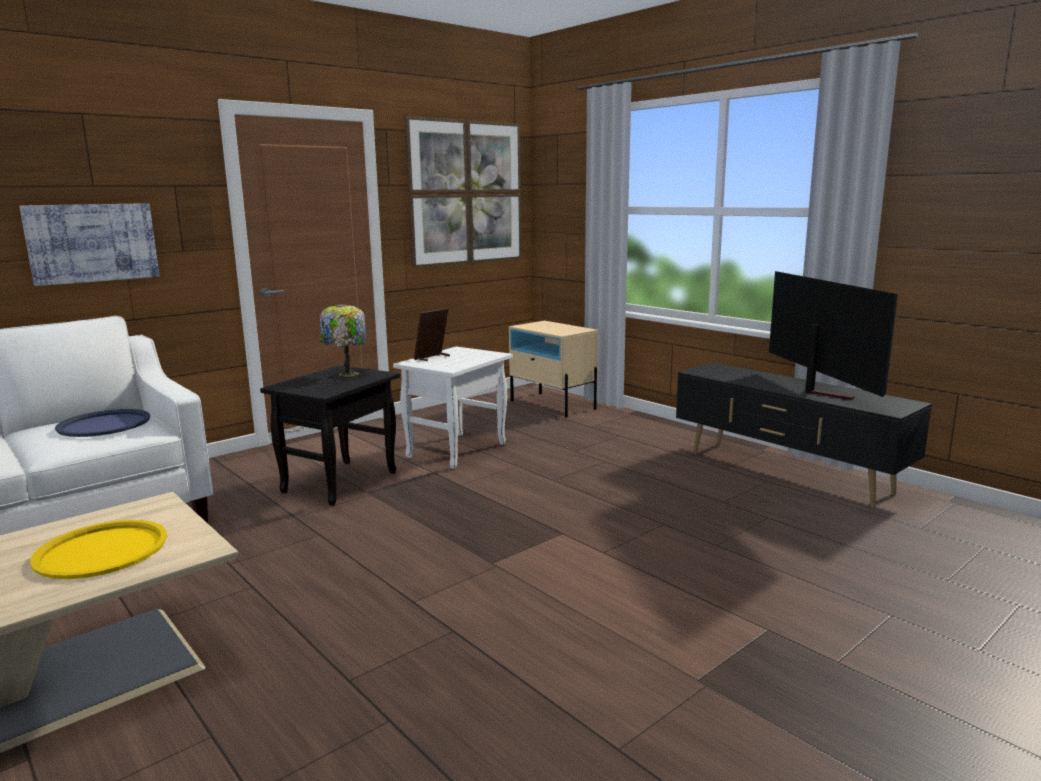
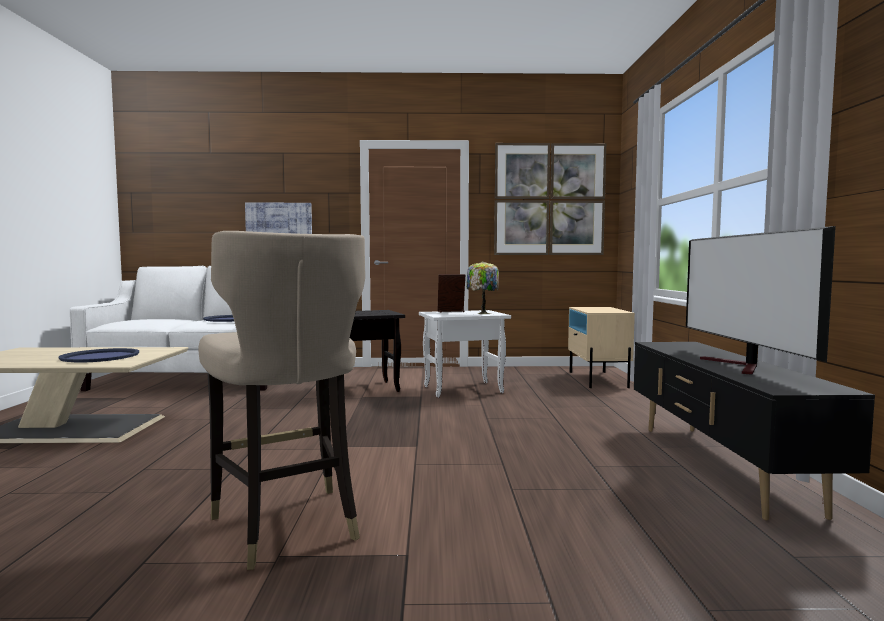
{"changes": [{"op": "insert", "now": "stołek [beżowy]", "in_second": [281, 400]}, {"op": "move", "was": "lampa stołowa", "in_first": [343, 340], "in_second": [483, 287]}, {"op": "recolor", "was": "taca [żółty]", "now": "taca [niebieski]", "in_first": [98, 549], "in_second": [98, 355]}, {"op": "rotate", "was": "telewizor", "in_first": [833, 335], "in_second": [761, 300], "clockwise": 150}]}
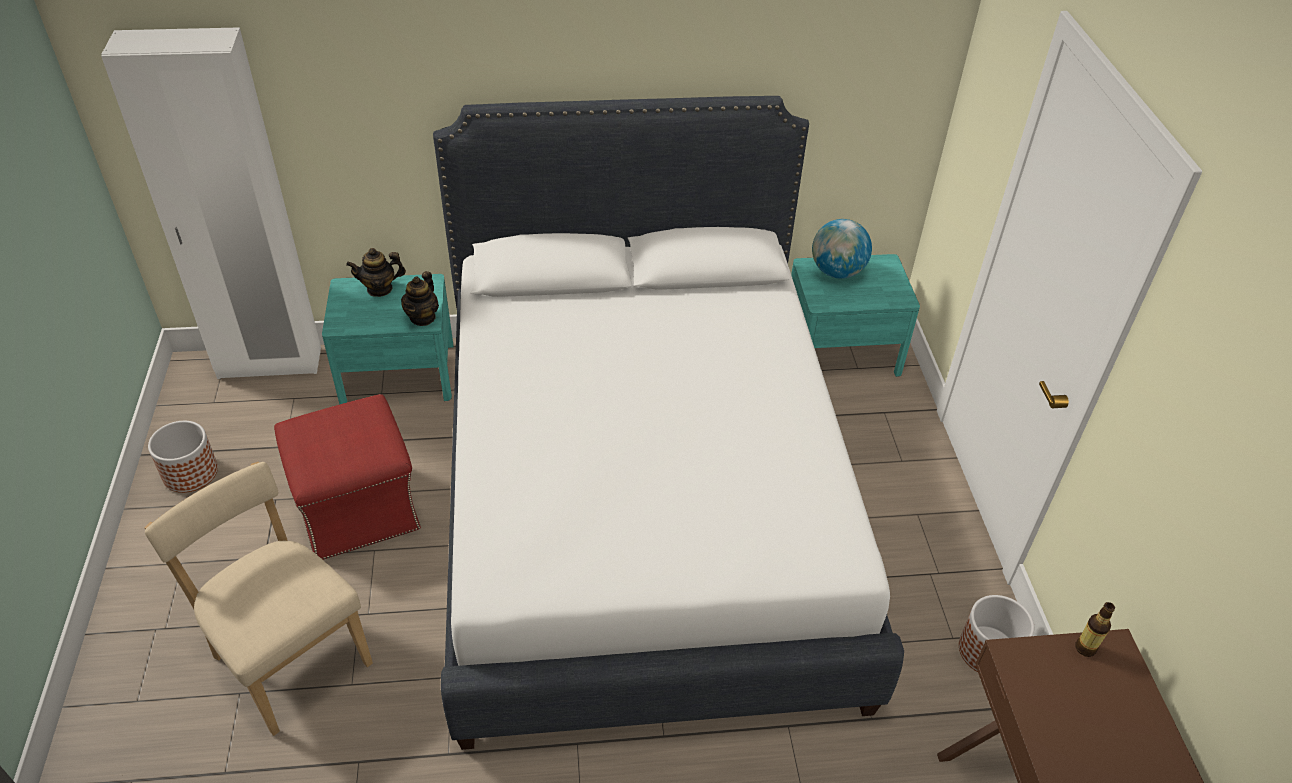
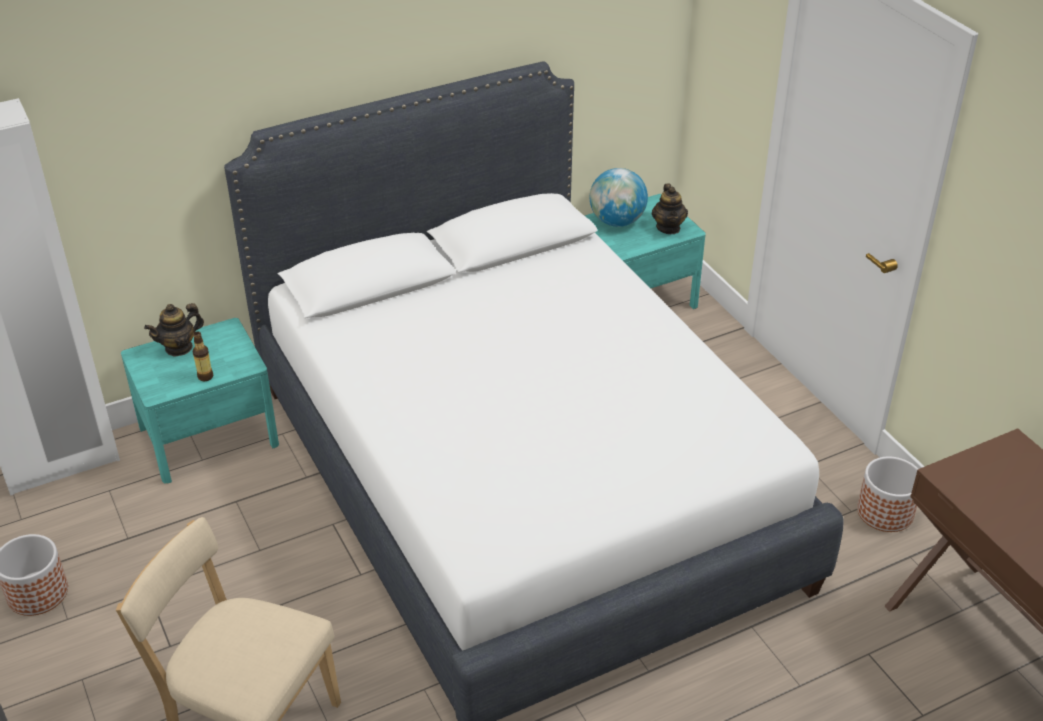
{"changes": [{"op": "delete", "was": "pufa [czerwony]", "in_first": [347, 477]}, {"op": "move", "was": "imbryk", "in_first": [420, 298], "in_second": [669, 209]}, {"op": "move", "was": "butelka", "in_first": [1095, 629], "in_second": [203, 356]}]}
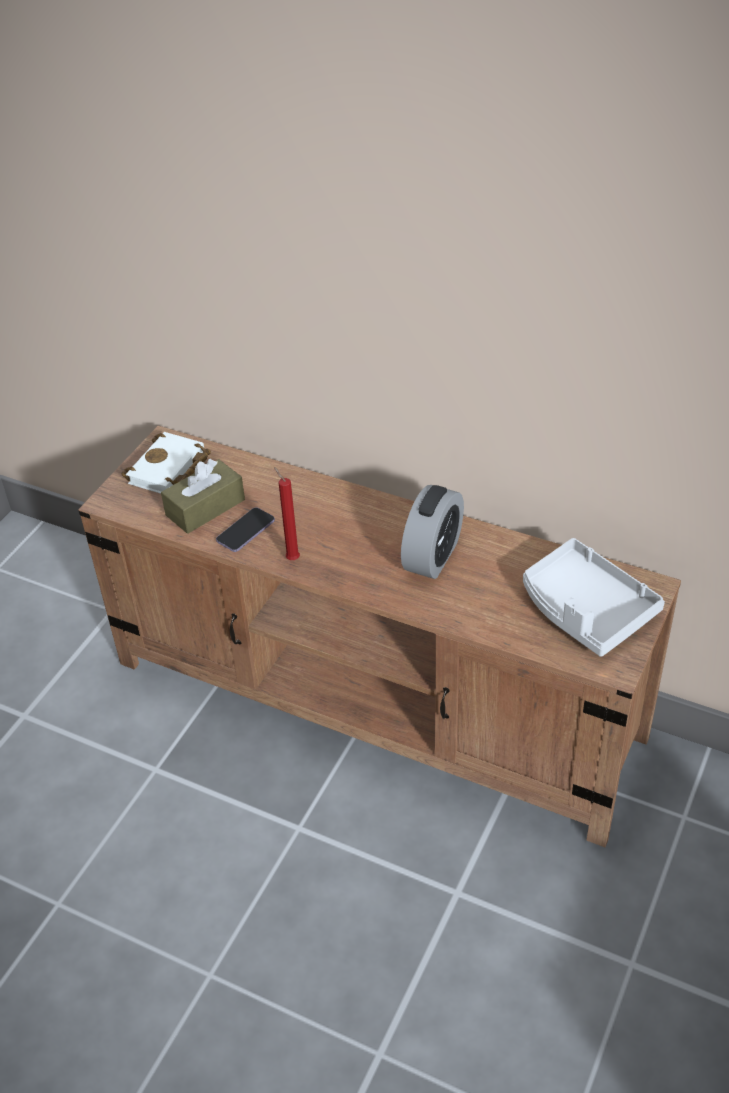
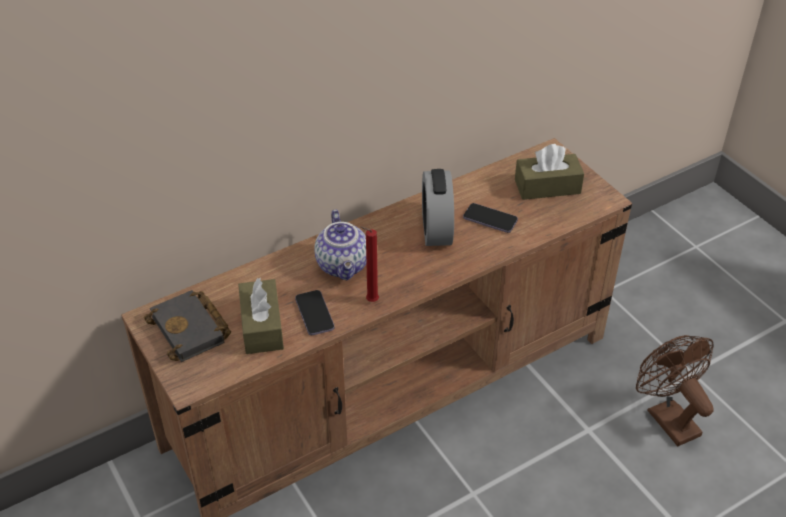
{"changes": [{"op": "insert", "now": "imbryk", "in_second": [340, 245]}, {"op": "insert", "now": "telefon", "in_second": [490, 218]}, {"op": "insert", "now": "wentylator [brązowy]", "in_second": [675, 390]}, {"op": "replace", "was": "taca [szary]", "now": "pudełko chusteczek [brązowy]", "in_first": [594, 597], "in_second": [549, 172]}, {"op": "recolor", "was": "książka [biały]", "now": "książka [czarny]", "in_first": [166, 463], "in_second": [187, 326]}, {"op": "rotate", "was": "budzik", "in_first": [432, 532], "in_second": [438, 207], "clockwise": -150}]}
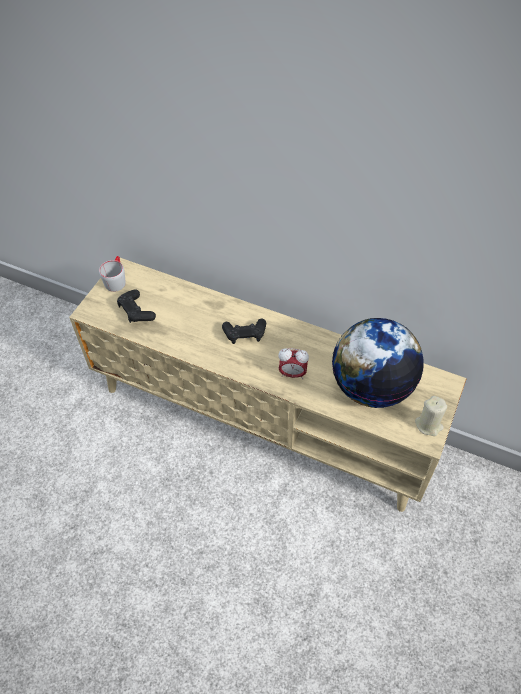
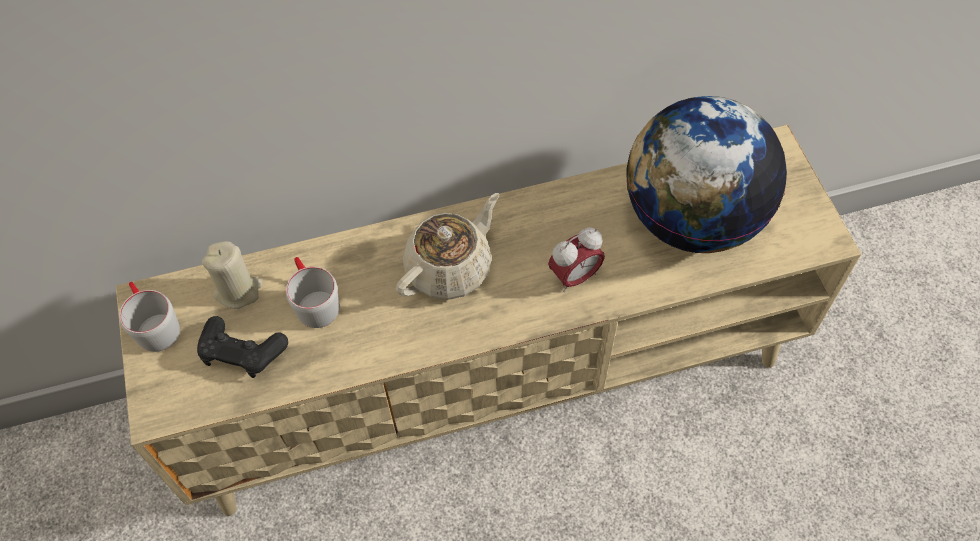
{"changes": [{"op": "insert", "now": "kubek [szary]", "in_second": [312, 292]}, {"op": "move", "was": "świeca [beżowy]", "in_first": [431, 416], "in_second": [232, 275]}, {"op": "replace", "was": "pad do gier [czarny]", "now": "imbryk [beżowy]", "in_first": [244, 331], "in_second": [447, 246]}]}
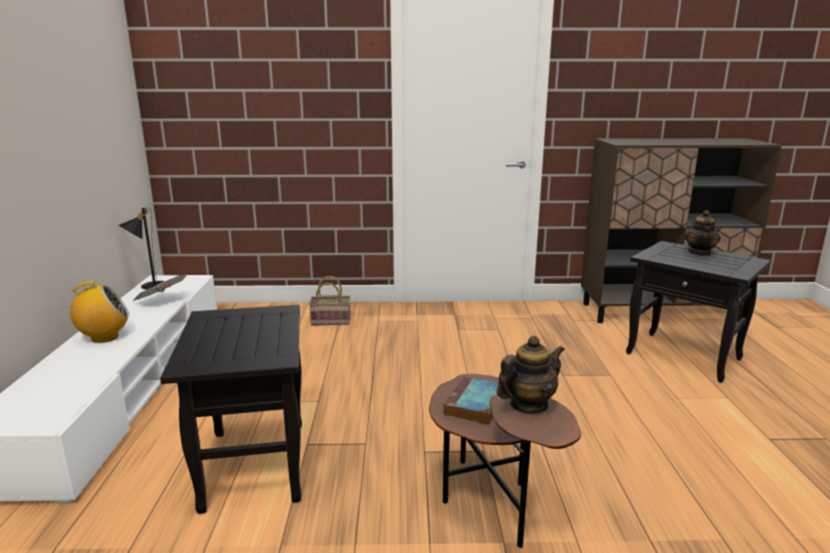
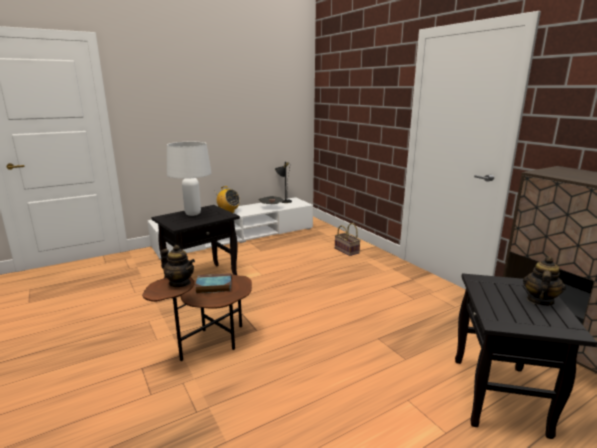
{"changes": [{"op": "insert", "now": "lampa stołowa [biały]", "in_second": [189, 179]}, {"op": "rotate", "was": "imbryk", "in_first": [702, 233], "in_second": [544, 281], "clockwise": 135}]}
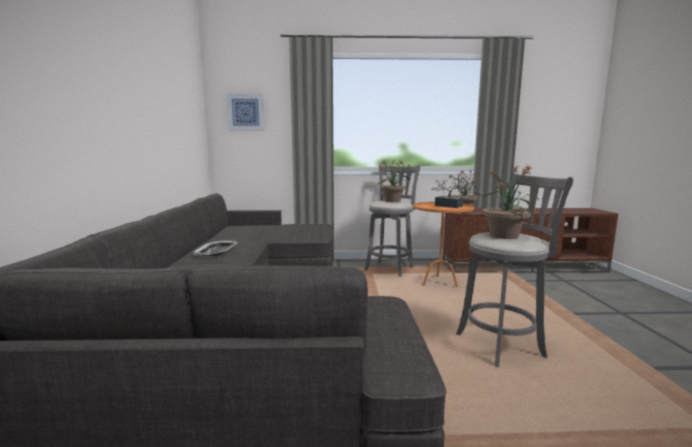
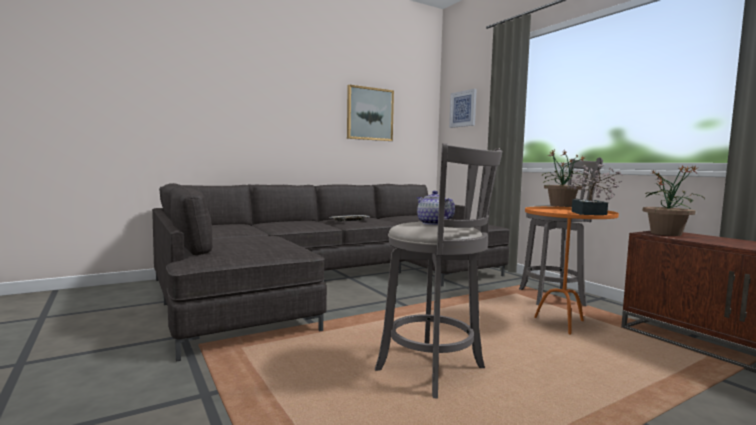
{"changes": [{"op": "insert", "now": "obraz", "in_second": [370, 113]}, {"op": "replace", "was": "roślina doniczkowa", "now": "imbryk", "in_first": [510, 202], "in_second": [435, 208]}]}
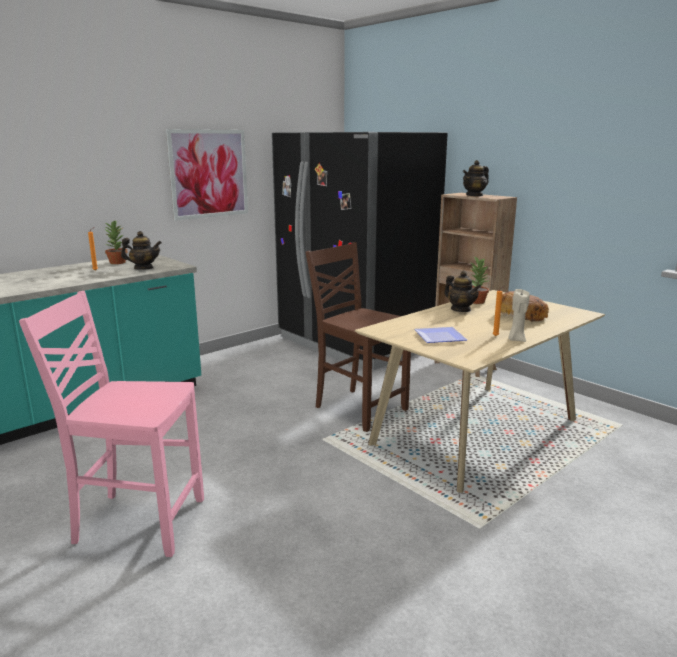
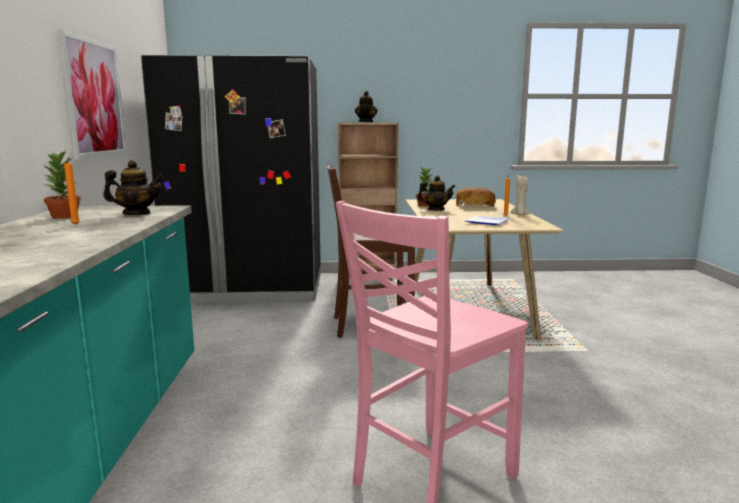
{"changes": [{"op": "rotate", "was": "imbryk", "in_first": [141, 250], "in_second": [133, 187], "clockwise": 45}]}
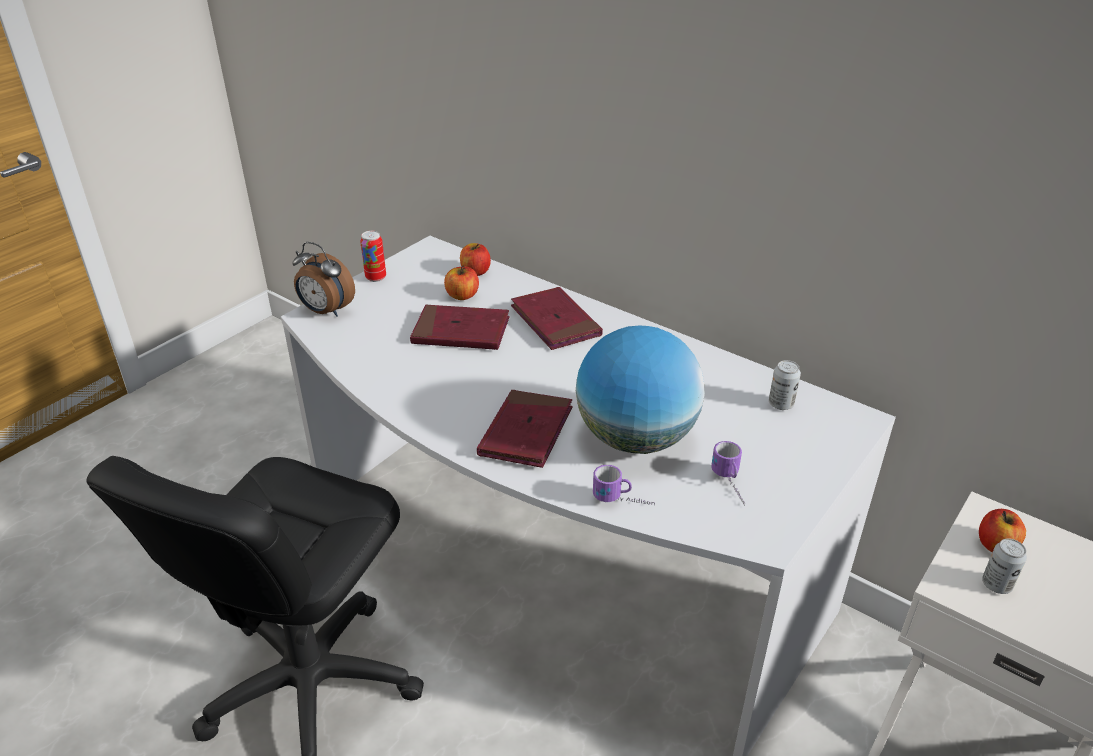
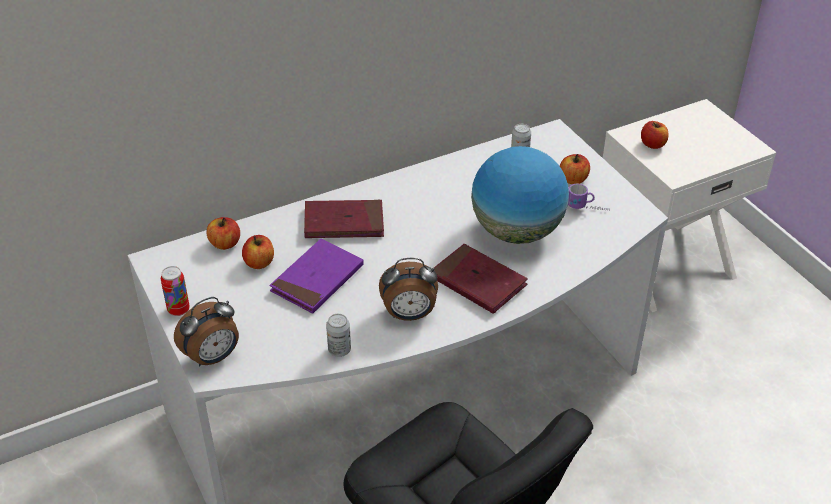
{"changes": [{"op": "delete", "was": "kubek", "in_first": [624, 485]}, {"op": "insert", "now": "budzik", "in_second": [408, 289]}, {"op": "insert", "now": "jabłko", "in_second": [575, 169]}, {"op": "move", "was": "puszka", "in_first": [1004, 566], "in_second": [338, 335]}, {"op": "recolor", "was": "książka [czerwony]", "now": "książka [fioletowy]", "in_first": [460, 327], "in_second": [316, 276]}]}
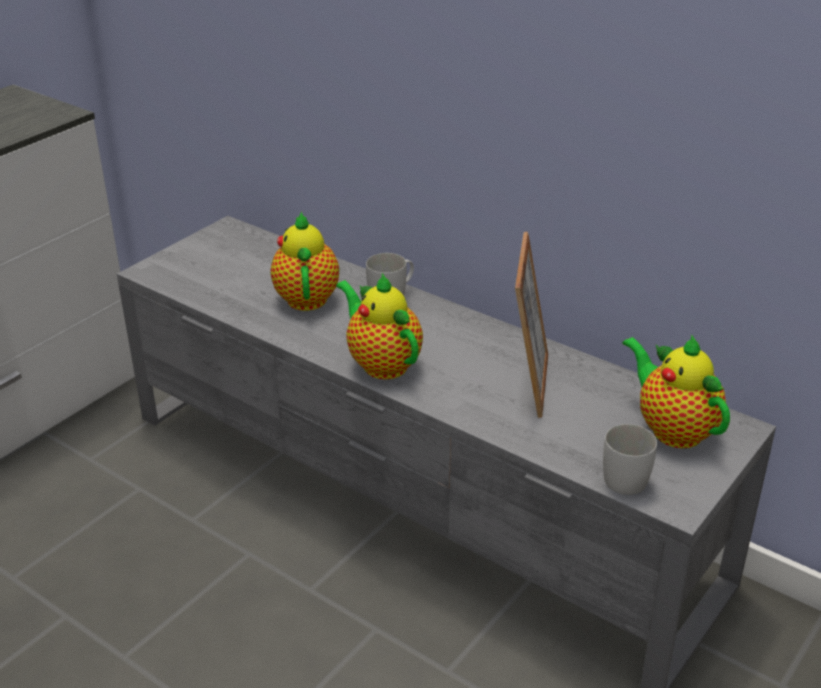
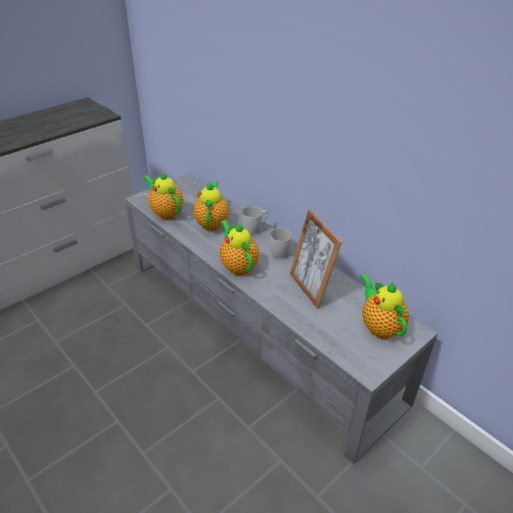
{"changes": [{"op": "insert", "now": "imbryk", "in_second": [163, 195]}, {"op": "move", "was": "kubek [biały]", "in_first": [630, 459], "in_second": [281, 243]}, {"op": "rotate", "was": "ramka na zdjęcie", "in_first": [531, 325], "in_second": [316, 259], "clockwise": 135}]}
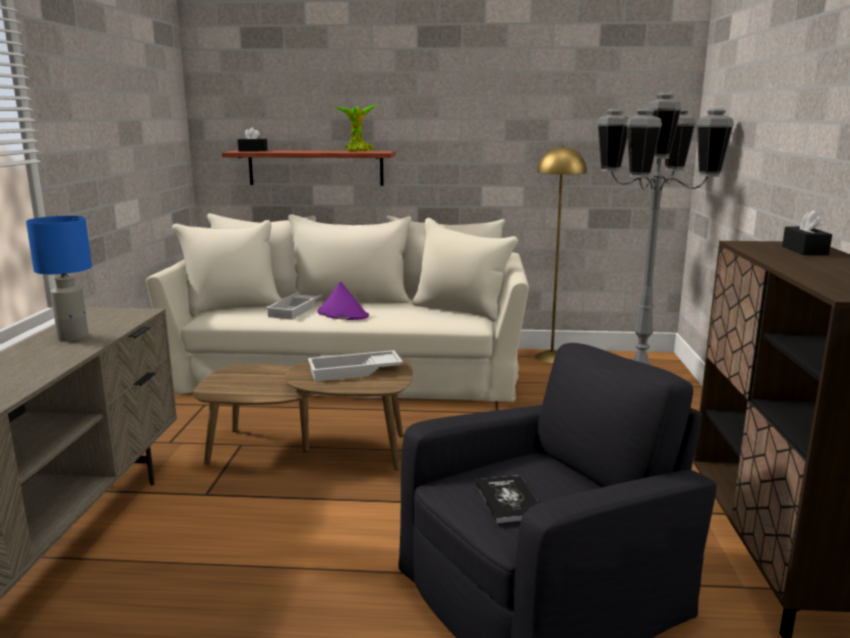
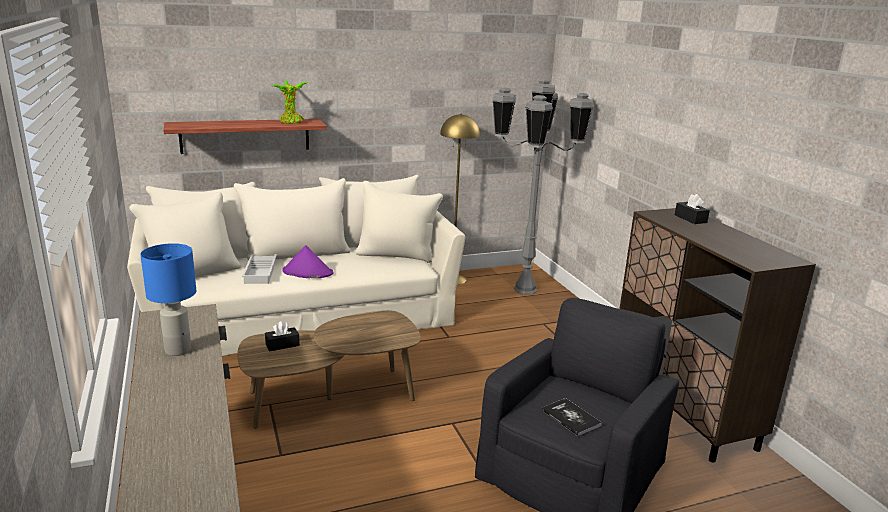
{"changes": [{"op": "delete", "was": "taca [biały]", "in_first": [355, 366]}, {"op": "move", "was": "pudełko chusteczek [czarny]", "in_first": [253, 139], "in_second": [282, 336]}]}
